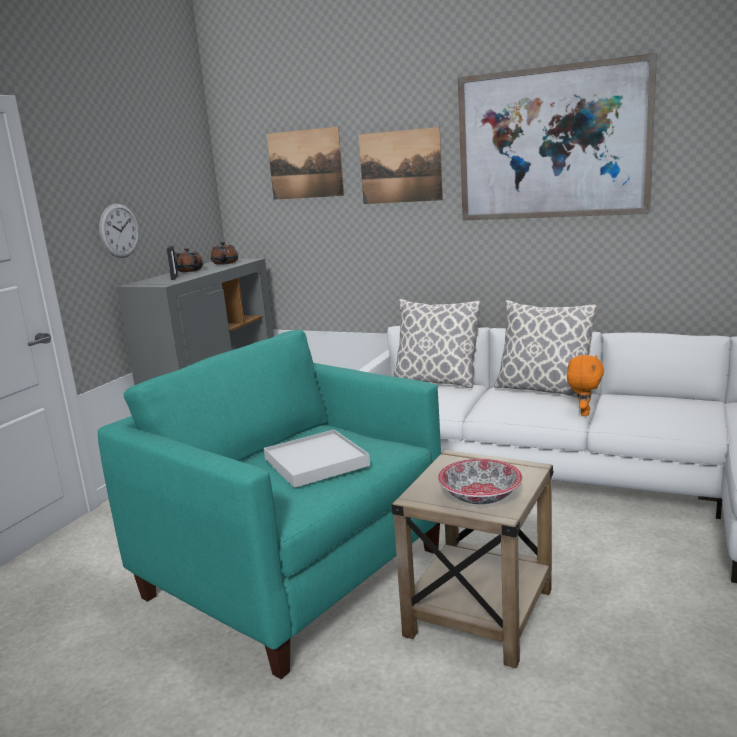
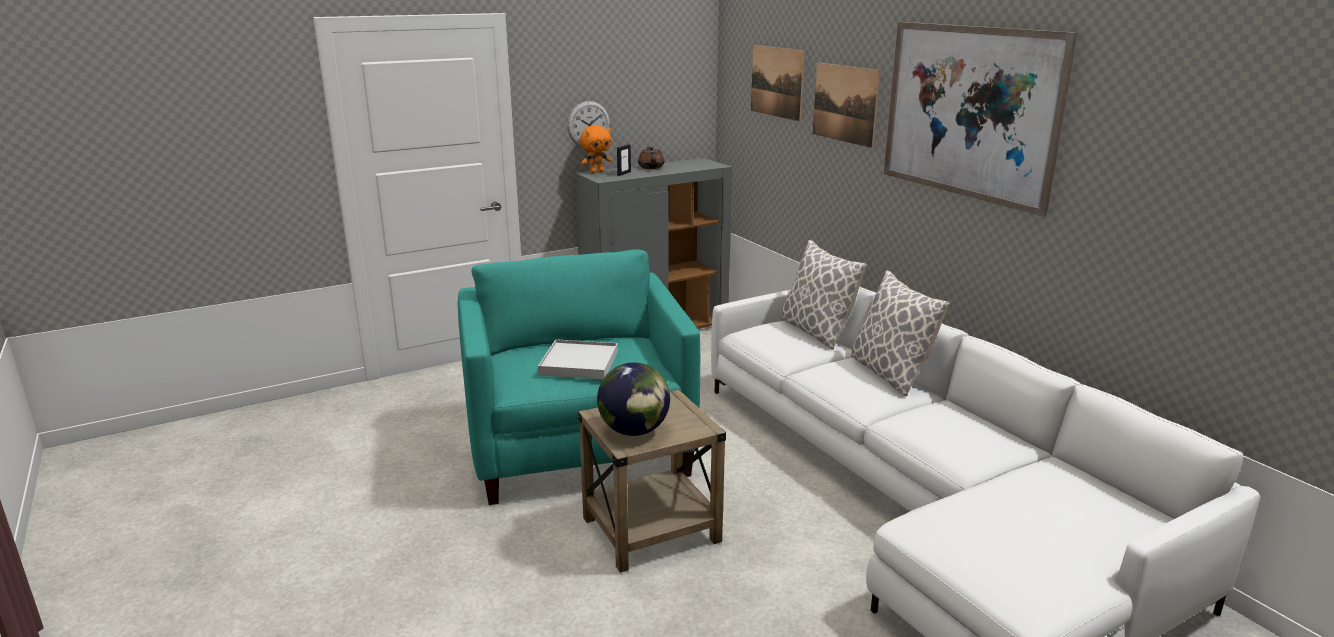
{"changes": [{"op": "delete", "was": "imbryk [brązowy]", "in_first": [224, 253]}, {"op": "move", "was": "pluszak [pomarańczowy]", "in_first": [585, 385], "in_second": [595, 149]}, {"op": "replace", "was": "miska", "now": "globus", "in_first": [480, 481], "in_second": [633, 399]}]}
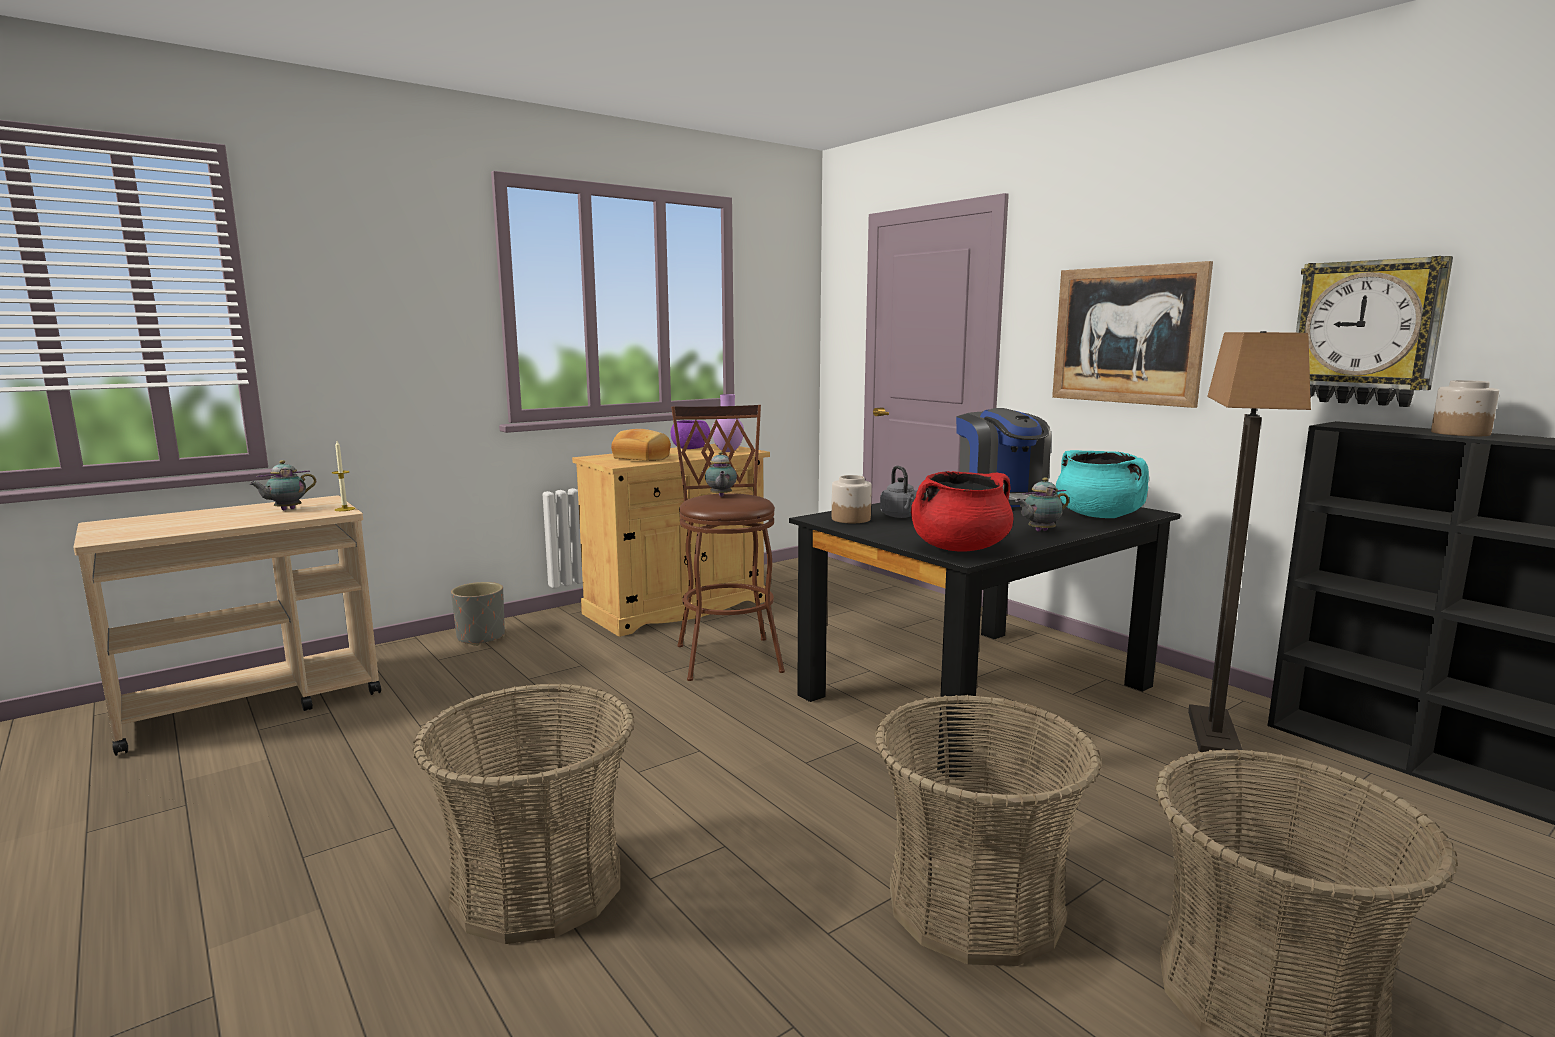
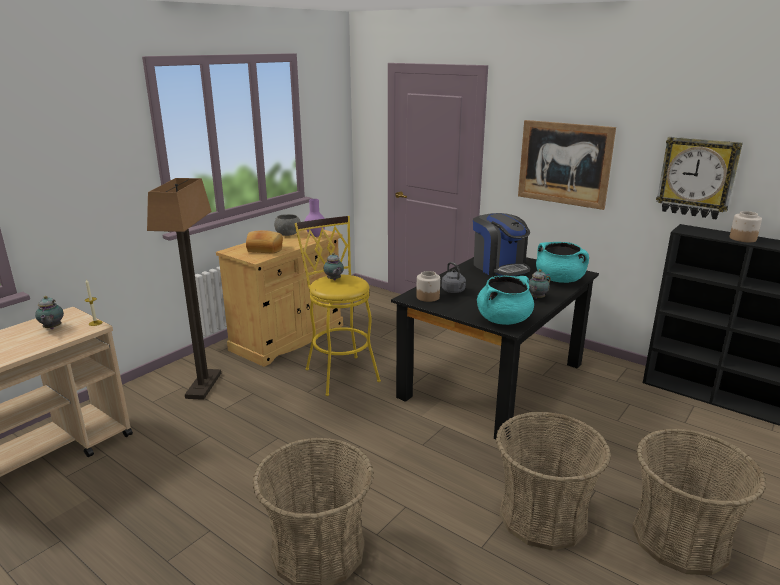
{"changes": [{"op": "delete", "was": "donica [szary]", "in_first": [478, 614]}, {"op": "move", "was": "lampa stojąca", "in_first": [1249, 541], "in_second": [184, 289]}, {"op": "recolor", "was": "stołek [brązowy]", "now": "stołek [żółty]", "in_first": [728, 543], "in_second": [338, 306]}, {"op": "recolor", "was": "miska [fioletowy]", "now": "miska [szary]", "in_first": [690, 434], "in_second": [287, 225]}, {"op": "recolor", "was": "garnek [czerwony]", "now": "garnek [turkusowy]", "in_first": [962, 511], "in_second": [505, 300]}, {"op": "rotate", "was": "imbryk", "in_first": [282, 485], "in_second": [49, 312], "clockwise": -45}]}
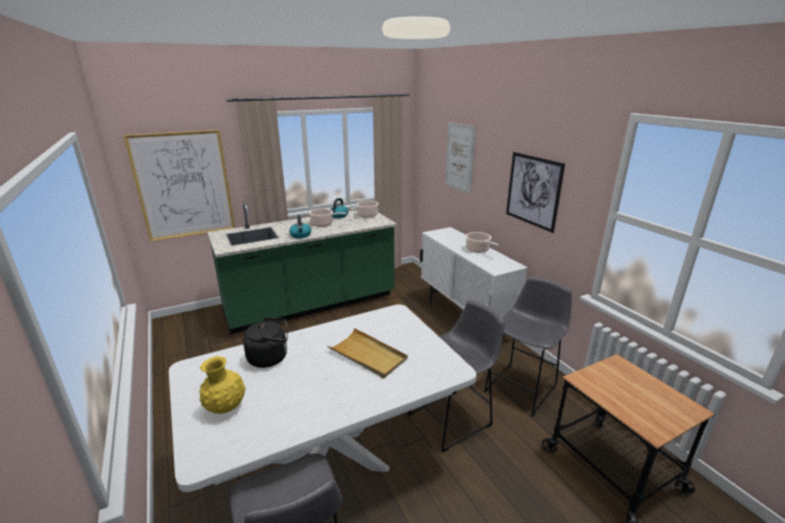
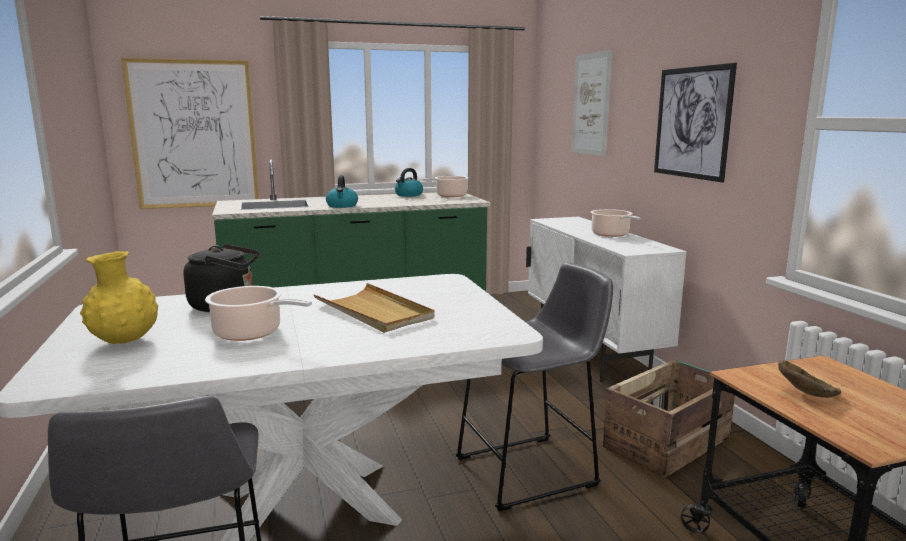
{"changes": [{"op": "insert", "now": "miska [brązowy]", "in_second": [809, 379]}, {"op": "move", "was": "garnek", "in_first": [328, 218], "in_second": [258, 313]}, {"op": "replace", "was": "stołek [szary]", "now": "skrzynka", "in_first": [528, 347], "in_second": [669, 418]}]}
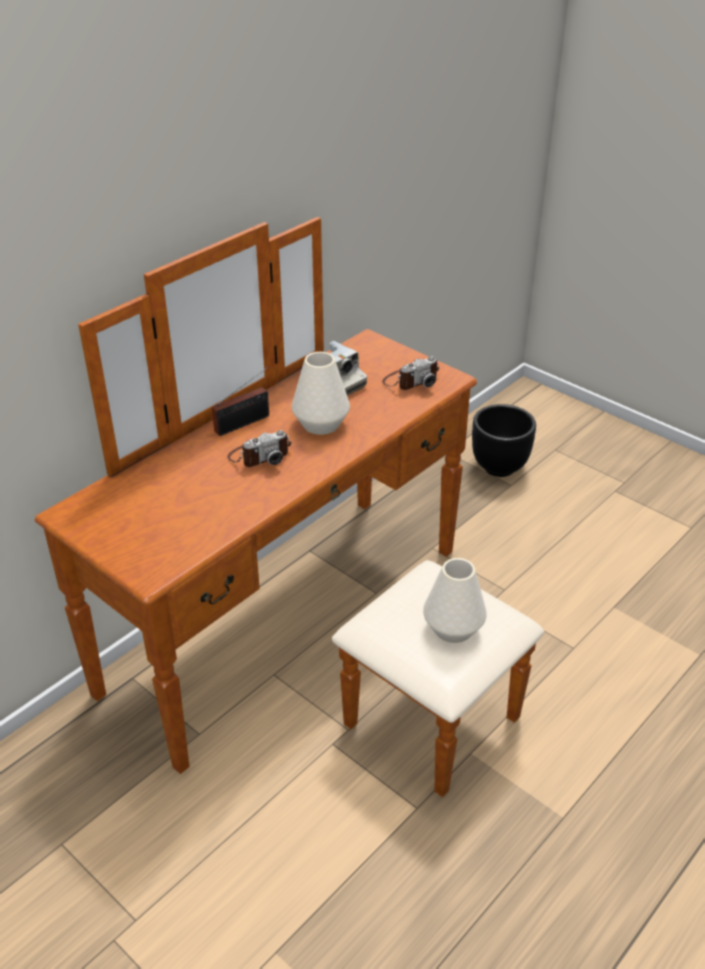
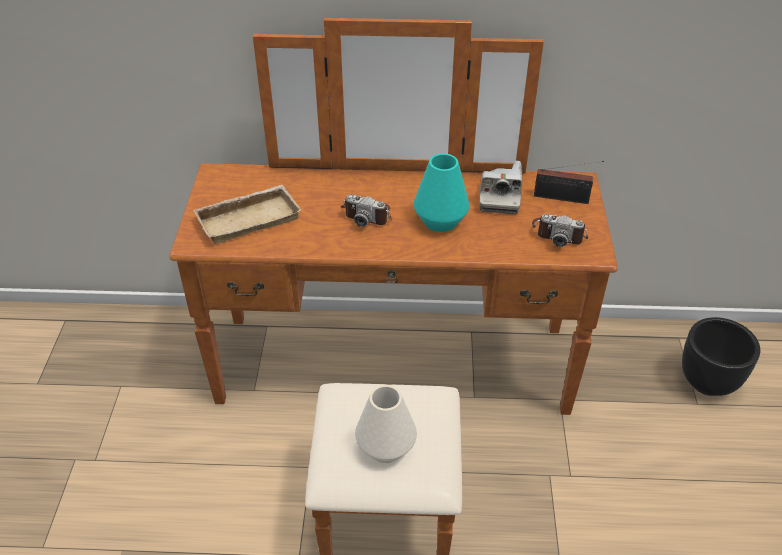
{"changes": [{"op": "insert", "now": "taca [beżowy]", "in_second": [247, 214]}, {"op": "move", "was": "radio", "in_first": [240, 401], "in_second": [569, 182]}, {"op": "recolor", "was": "wazon [biały]", "now": "wazon [turkusowy]", "in_first": [321, 393], "in_second": [441, 192]}]}
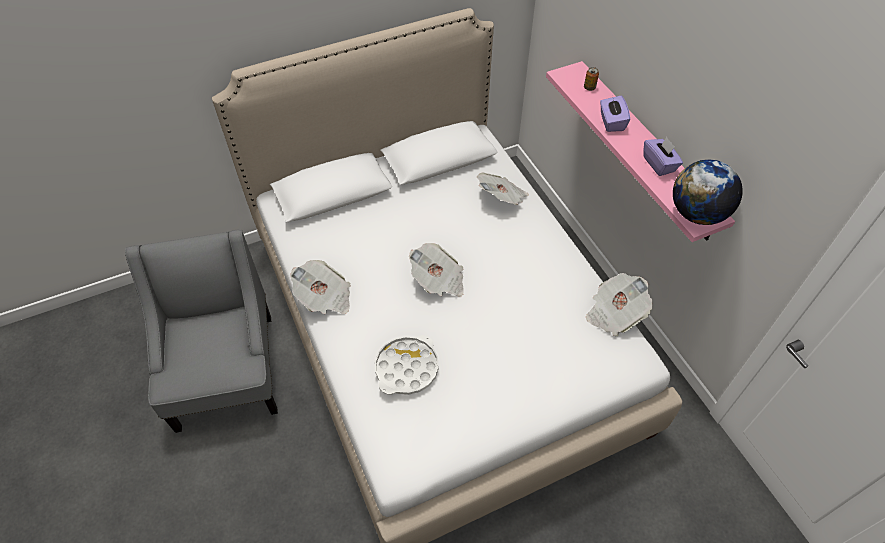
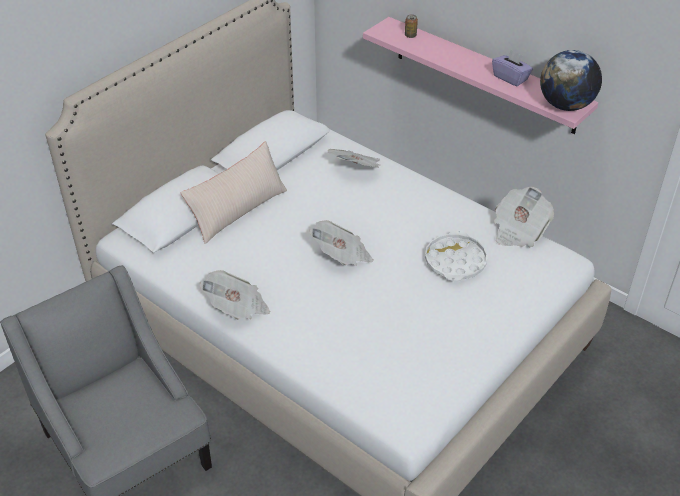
{"changes": [{"op": "delete", "was": "pudełko chusteczek [fioletowy]", "in_first": [615, 114]}, {"op": "insert", "now": "poduszka [beżowy]", "in_second": [234, 192]}, {"op": "move", "was": "taca [biały]", "in_first": [407, 365], "in_second": [456, 256]}]}
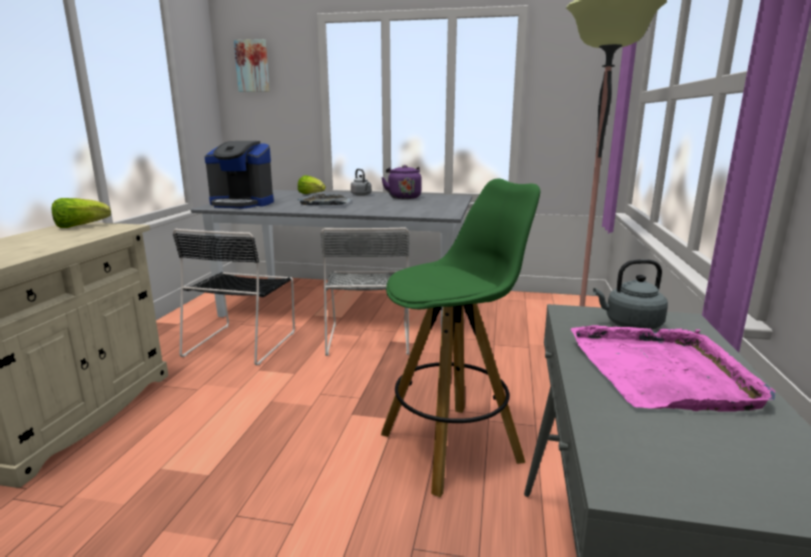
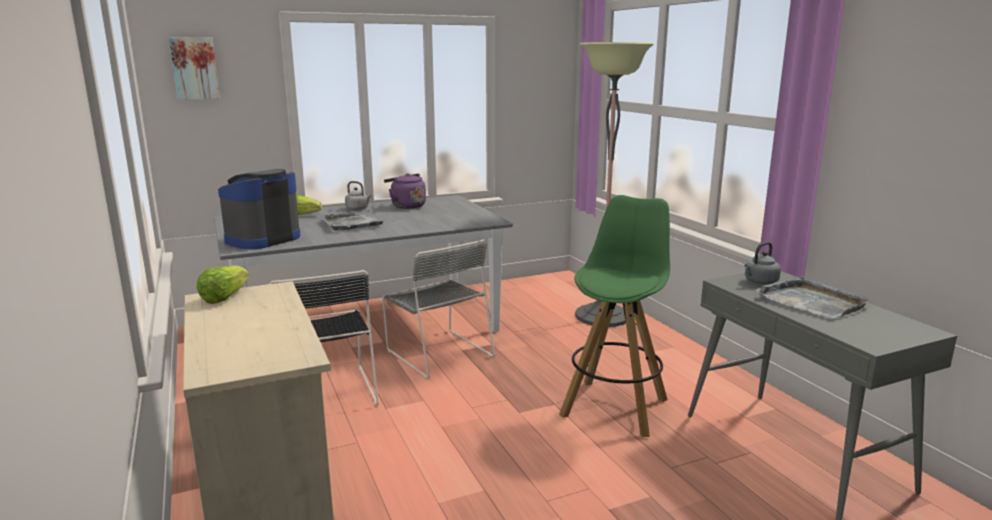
{"changes": [{"op": "recolor", "was": "taca [różowy]", "now": "taca [szary]", "in_first": [673, 368], "in_second": [813, 298]}, {"op": "rotate", "was": "ekspres do kawy", "in_first": [239, 174], "in_second": [259, 209], "clockwise": 150}]}
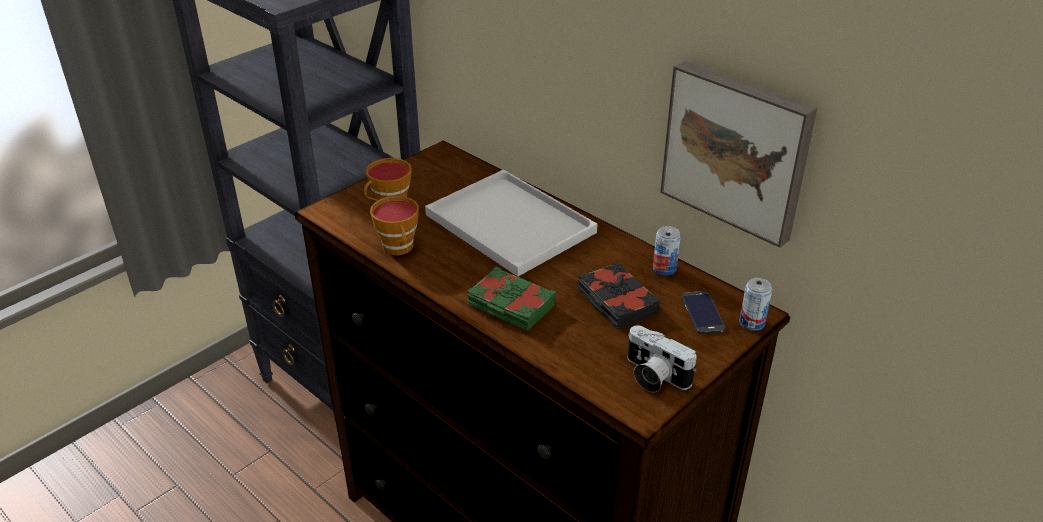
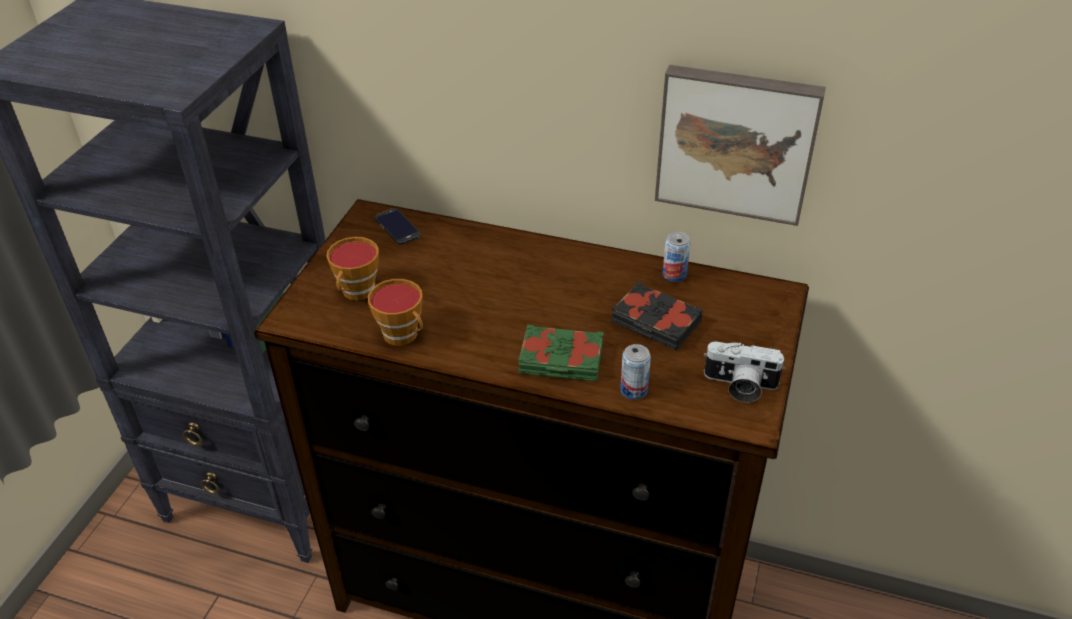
{"changes": [{"op": "delete", "was": "taca [biały]", "in_first": [511, 223]}, {"op": "move", "was": "telefon", "in_first": [703, 312], "in_second": [398, 226]}, {"op": "move", "was": "puszka", "in_first": [755, 304], "in_second": [635, 371]}]}
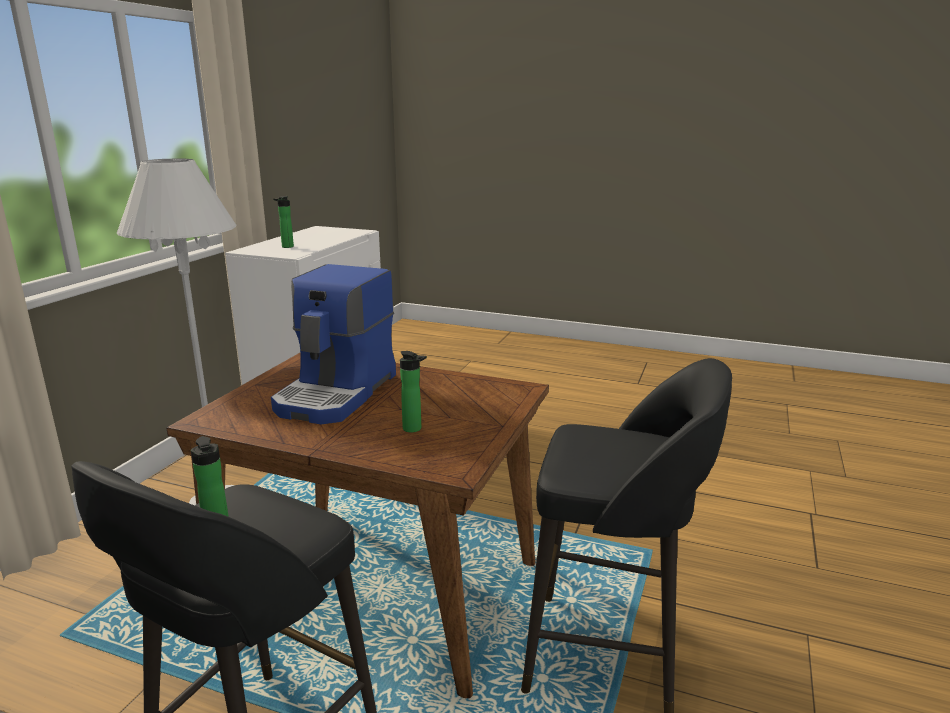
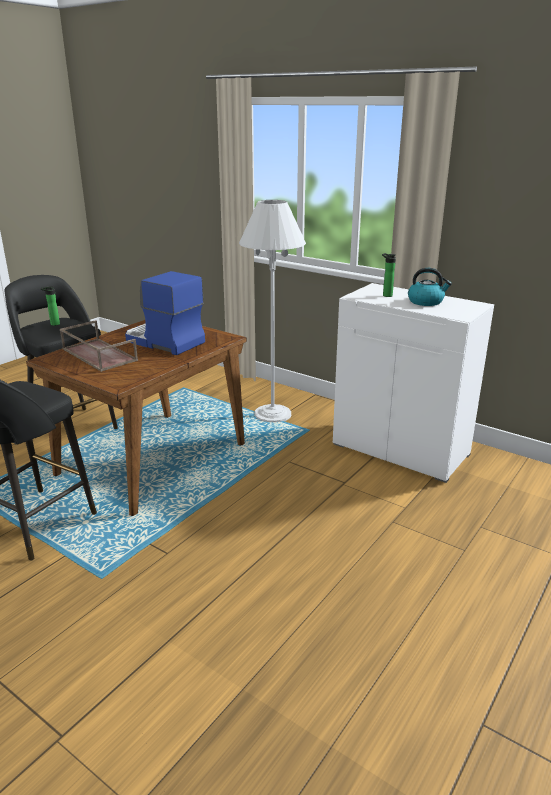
{"changes": [{"op": "insert", "now": "czajnik", "in_second": [430, 287]}, {"op": "replace", "was": "butelka", "now": "taca [brązowy]", "in_first": [413, 391], "in_second": [99, 346]}]}
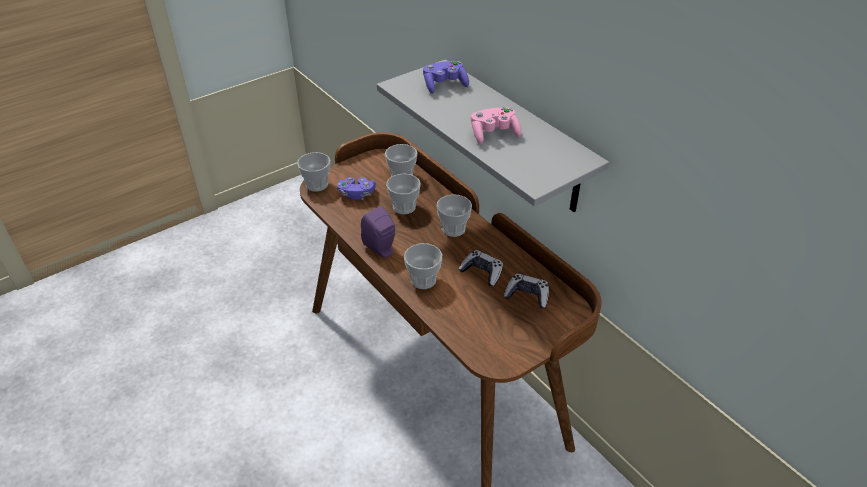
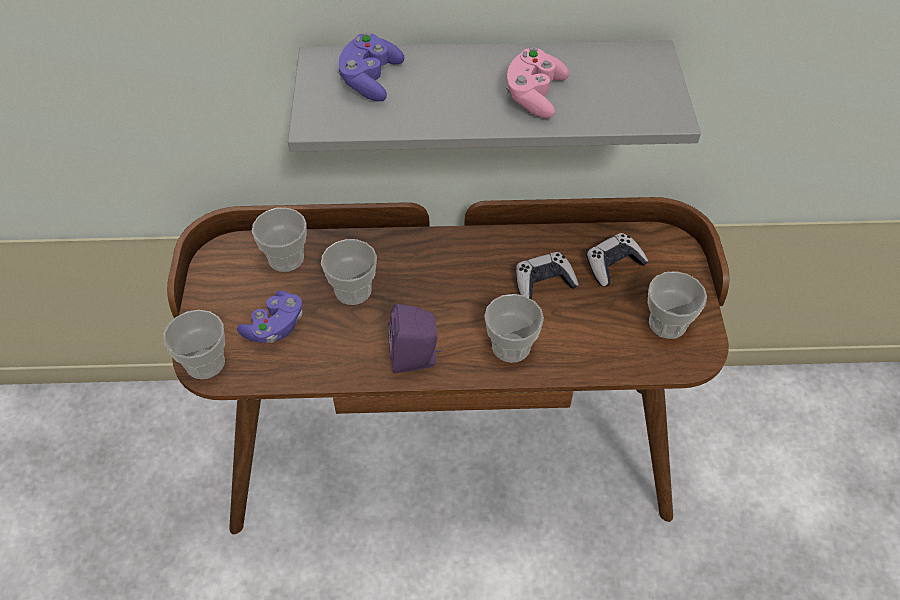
{"changes": [{"op": "move", "was": "filiżanka", "in_first": [454, 215], "in_second": [677, 305]}]}
